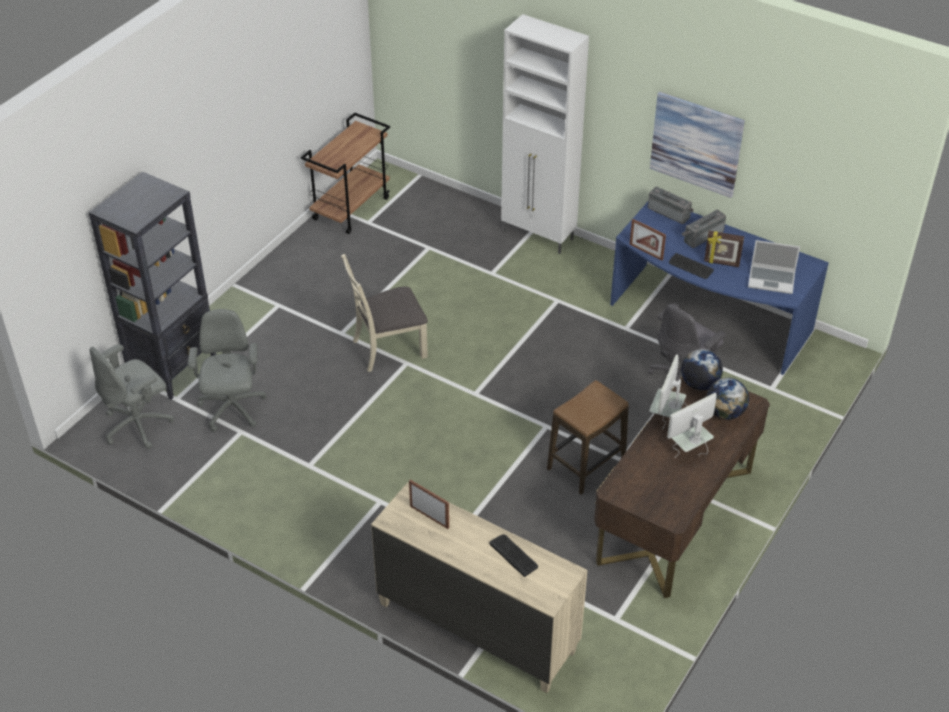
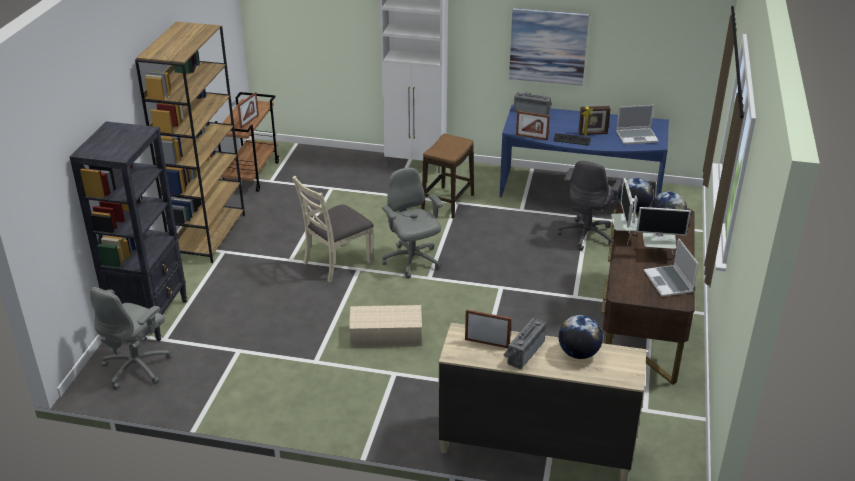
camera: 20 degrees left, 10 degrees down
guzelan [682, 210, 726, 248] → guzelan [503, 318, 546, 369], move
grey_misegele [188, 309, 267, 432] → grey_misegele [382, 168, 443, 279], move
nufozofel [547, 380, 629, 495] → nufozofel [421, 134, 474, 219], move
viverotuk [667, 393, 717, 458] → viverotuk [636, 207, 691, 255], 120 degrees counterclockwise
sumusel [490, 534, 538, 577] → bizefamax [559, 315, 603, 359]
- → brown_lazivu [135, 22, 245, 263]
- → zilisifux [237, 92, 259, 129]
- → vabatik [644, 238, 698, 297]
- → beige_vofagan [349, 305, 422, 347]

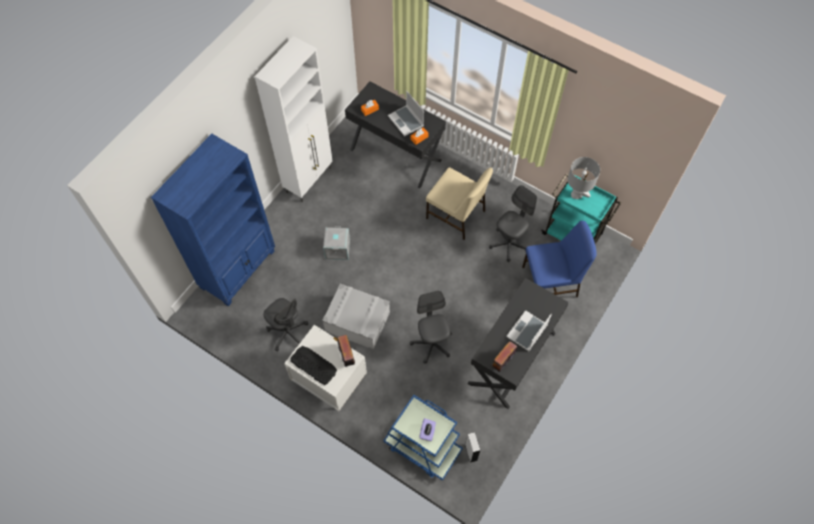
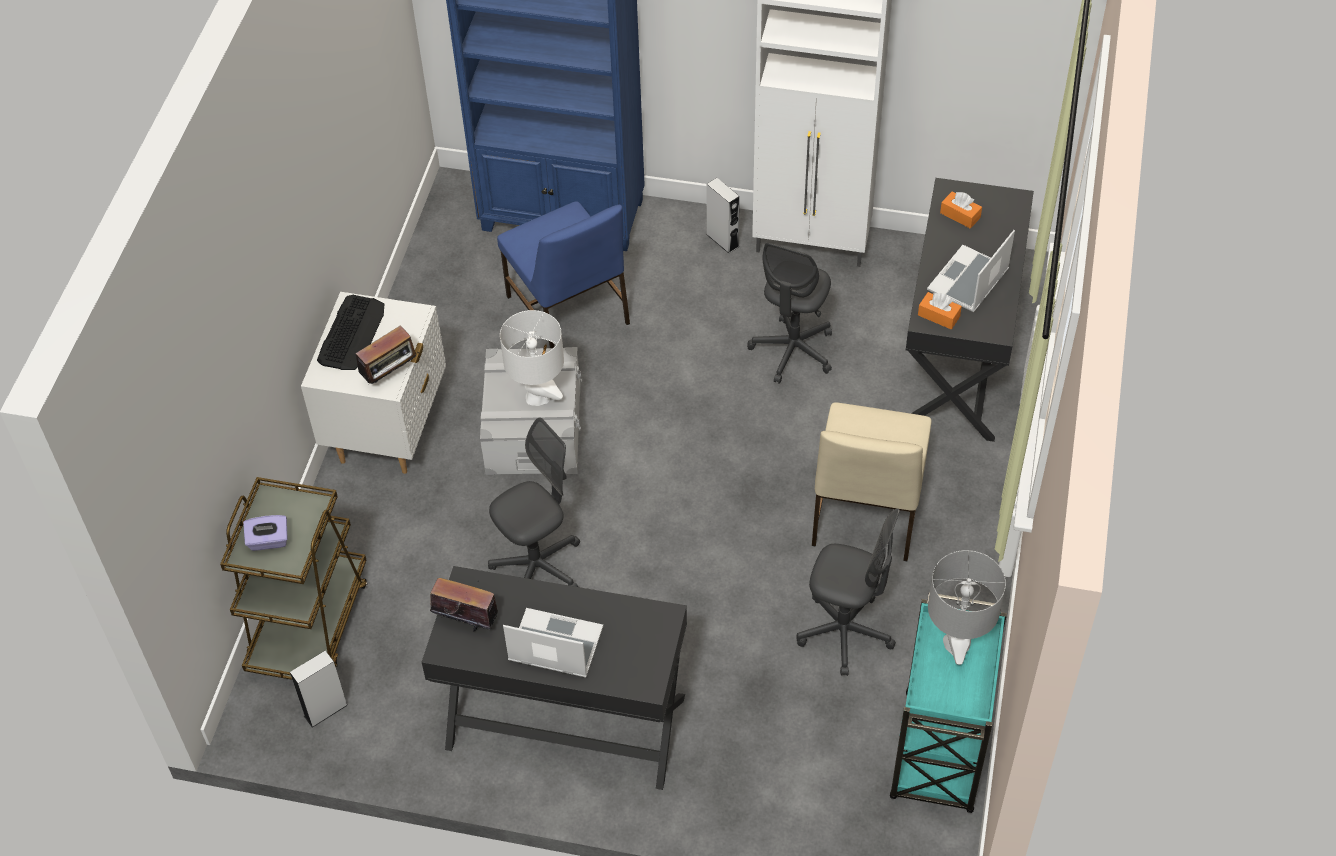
camera: 70 degrees right, 10 degrees down
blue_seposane [522, 221, 596, 297] → blue_seposane [497, 201, 630, 348], move
grey_vofagan [323, 226, 350, 260] → -
grey_misegele [263, 298, 308, 352] → grey_misegele [747, 243, 832, 384], move
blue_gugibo [383, 395, 463, 481] → brown_gugibo [220, 477, 368, 680]
- → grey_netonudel [706, 178, 739, 253]
- → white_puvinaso [500, 310, 564, 406]

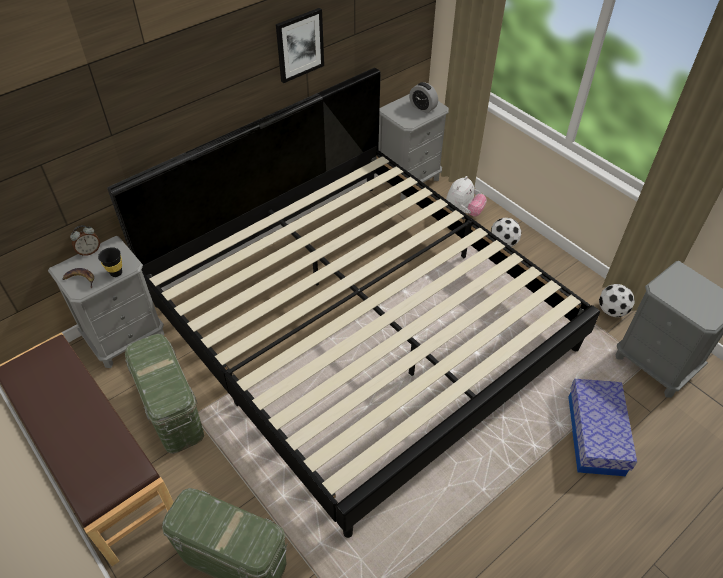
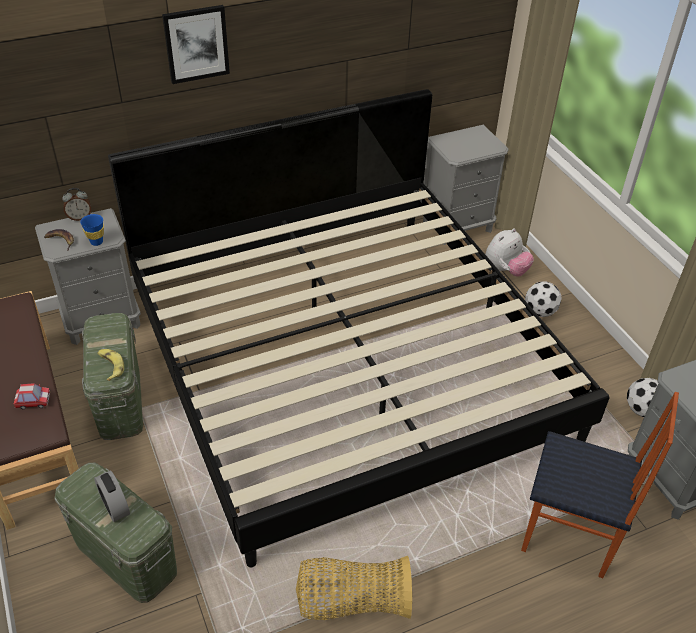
camera: 15 degrees right, 5 degrees down
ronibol [276, 8, 324, 83] → ronibol [162, 5, 230, 84], move
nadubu [409, 82, 438, 113] → nadubu [94, 470, 130, 522], move
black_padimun [98, 247, 122, 277] → blue_padimun [80, 214, 104, 246]
vofagan [568, 379, 637, 476] → seposane [521, 392, 679, 578]
- → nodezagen [97, 349, 124, 381]
- → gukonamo [14, 383, 50, 409]
- → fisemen [296, 556, 412, 620]

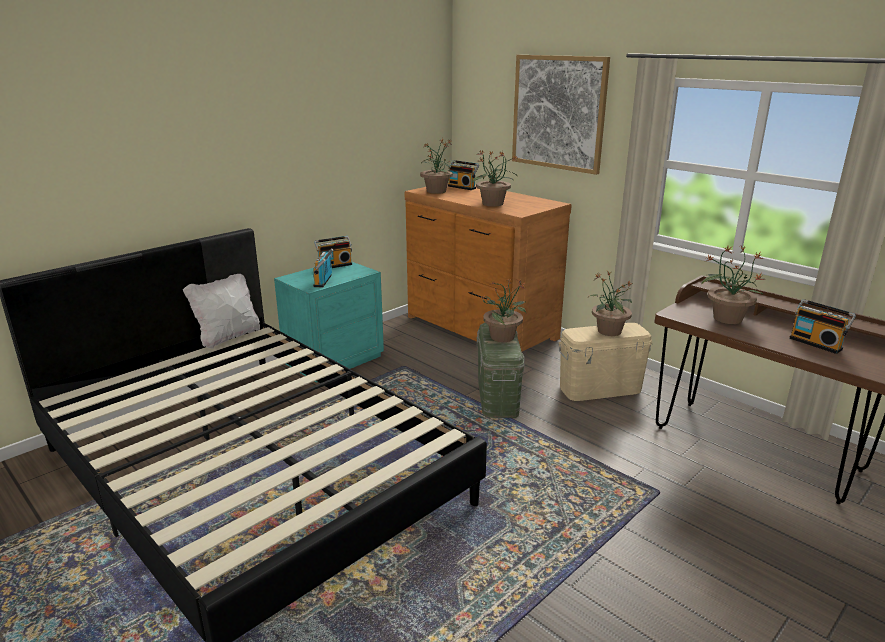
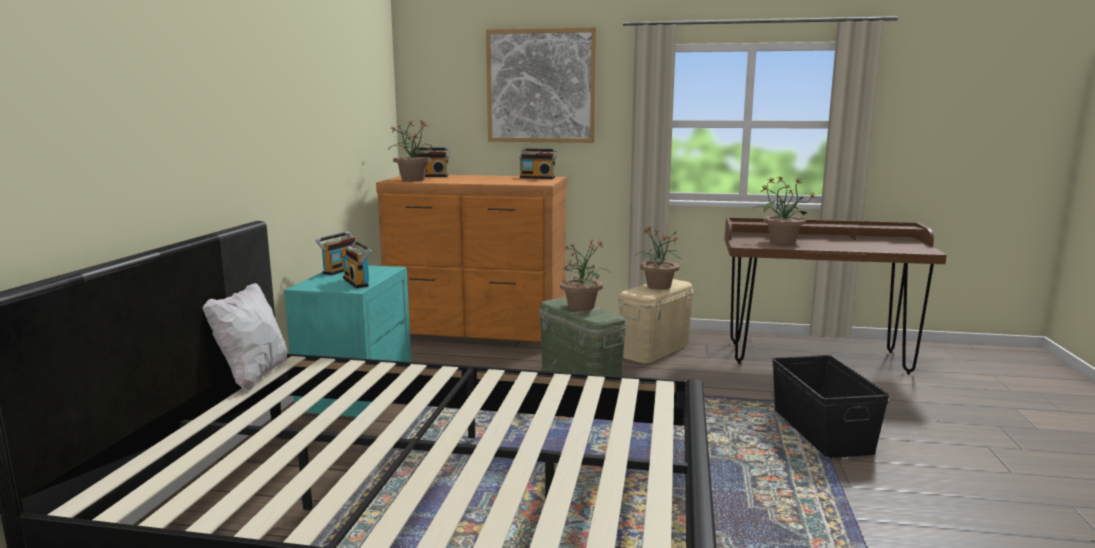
camera: 35 degrees left, 10 degrees down
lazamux [472, 150, 518, 206] → -
guzelan [789, 299, 856, 354] → guzelan [519, 148, 558, 179], move
- → black_vofagan [772, 355, 890, 458]

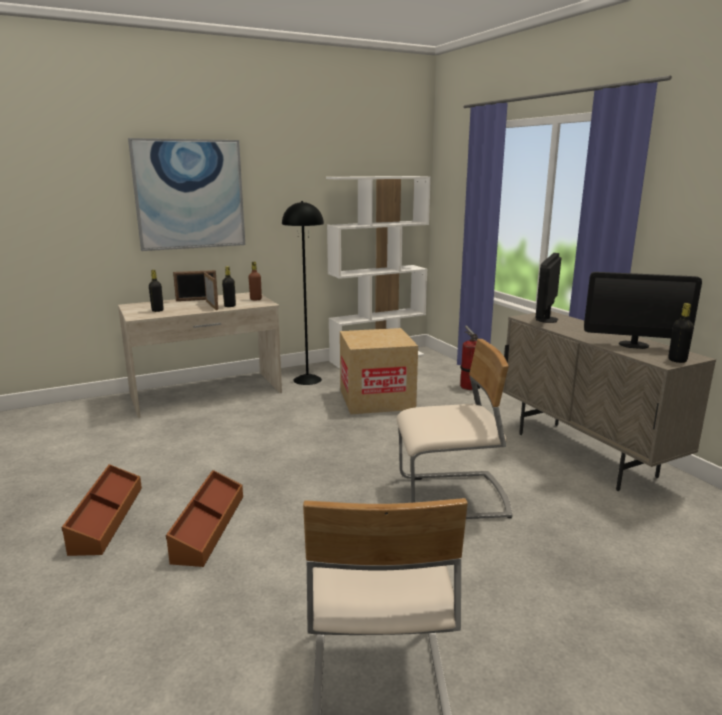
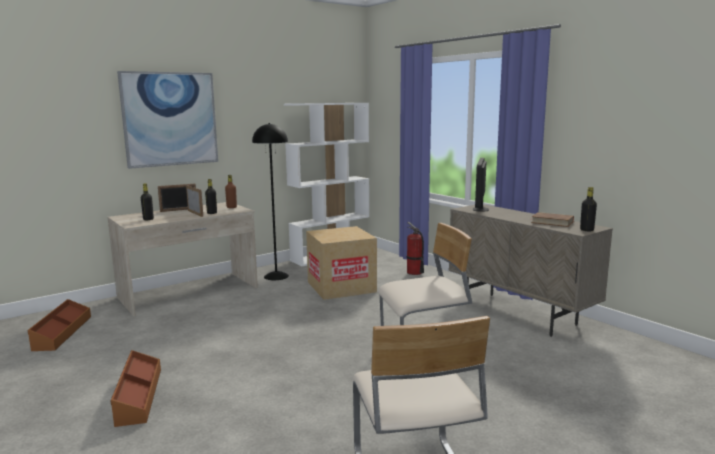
camera: 10 degrees left, 5 degrees down
viverotuk [584, 272, 702, 349] → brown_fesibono [531, 212, 574, 227]
brown_vofagan [166, 470, 243, 567] → brown_vofagan [27, 299, 91, 351], move

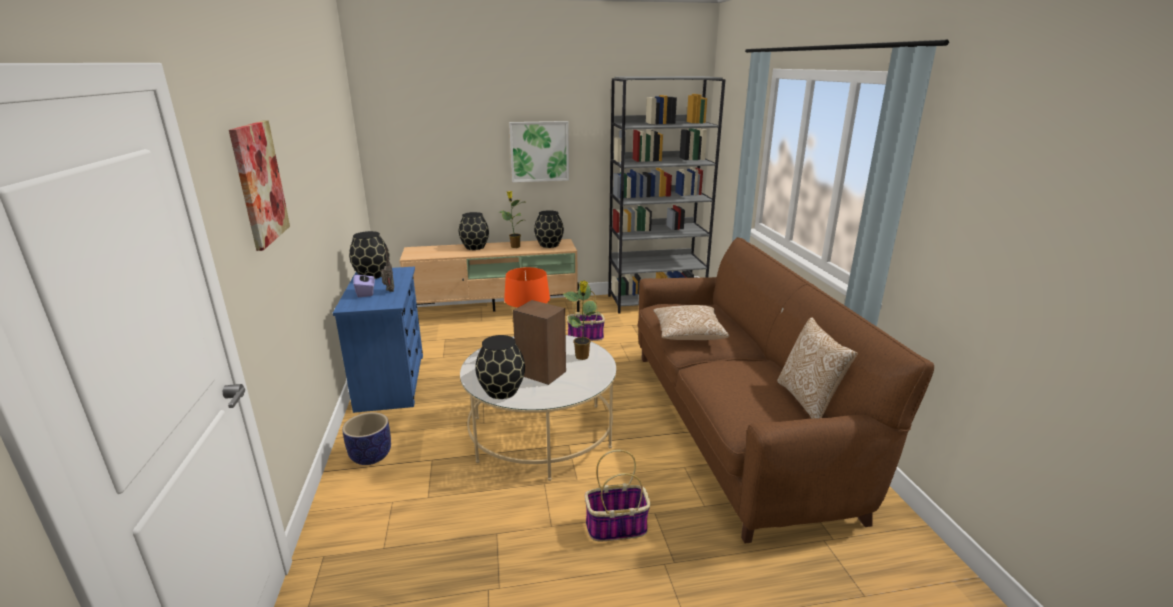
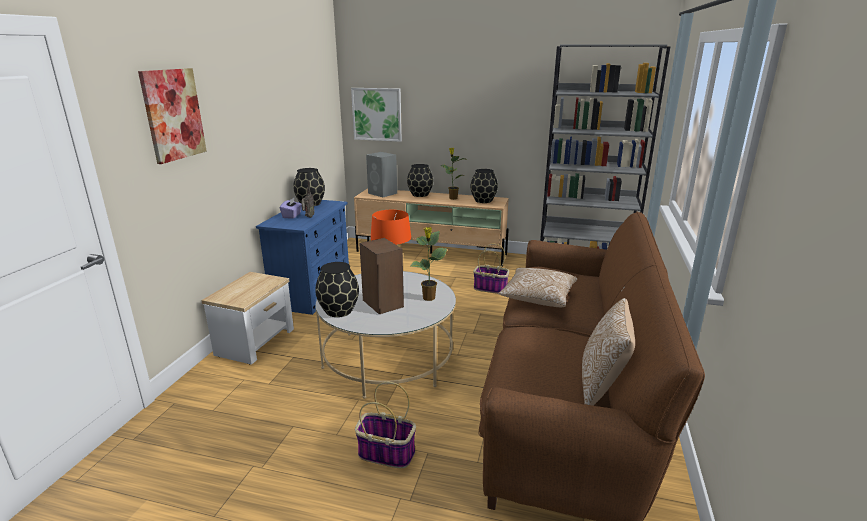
camera: 25 degrees right, 0 degrees up
ronibol [509, 121, 569, 182] → ronibol [351, 88, 402, 142], move
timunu [342, 412, 391, 465] → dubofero [201, 272, 294, 365]
- → grey_netonudel [366, 152, 397, 197]

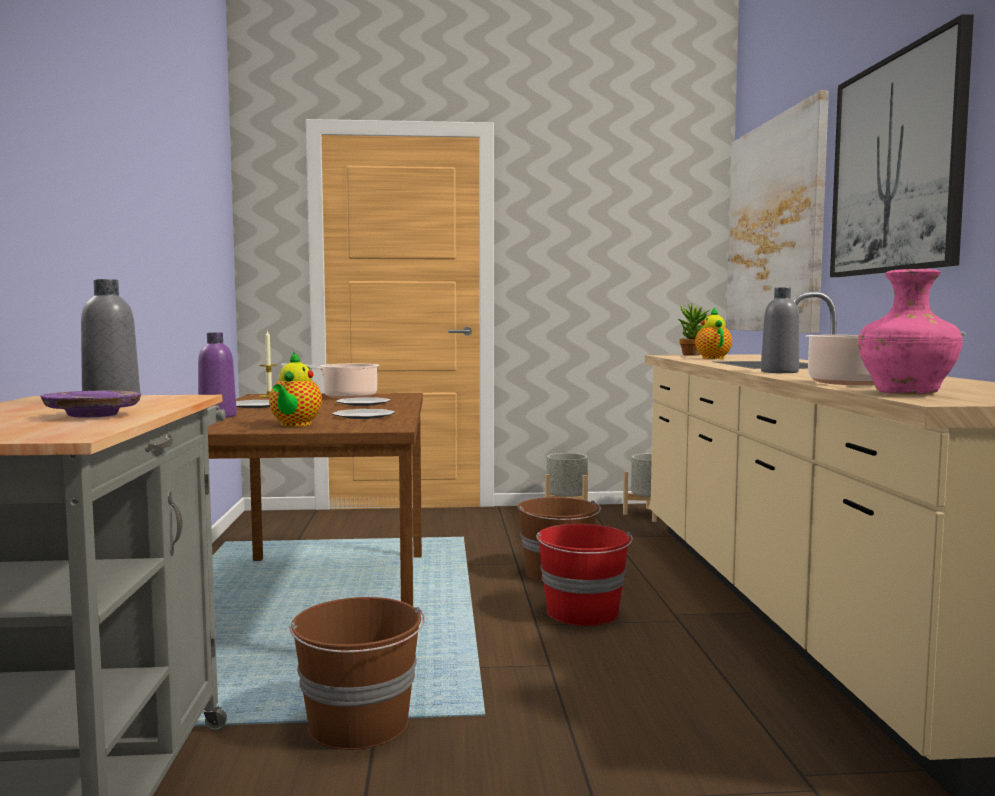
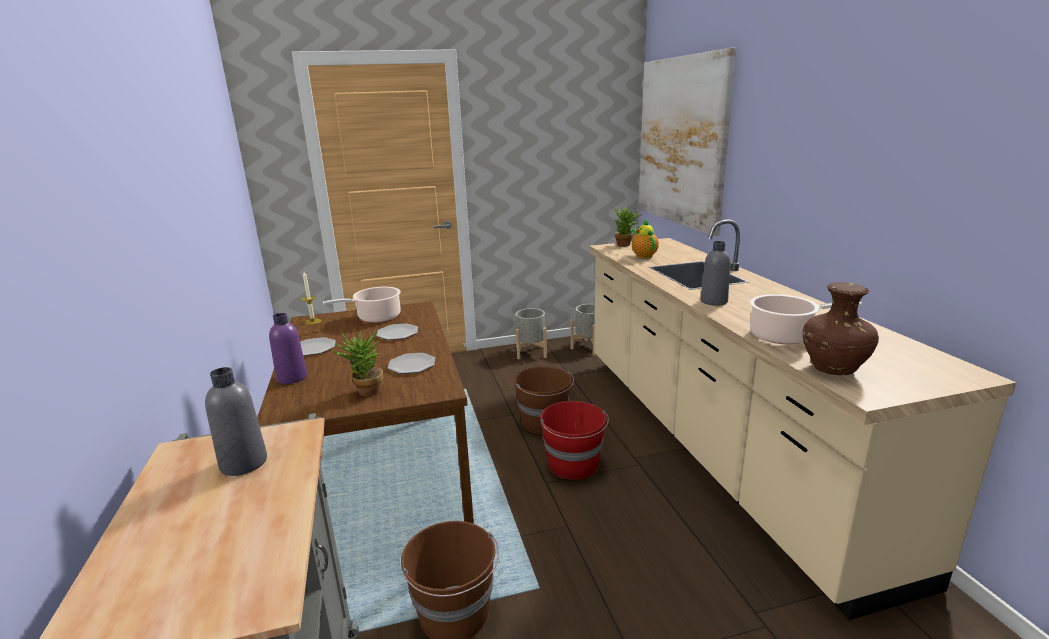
camera: 10 degrees left, 15 degrees up
ronibol [830, 14, 974, 277] → -
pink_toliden [858, 269, 963, 395] → brown_toliden [802, 282, 879, 375]
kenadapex [269, 351, 322, 427] → lazamux [332, 329, 383, 397]
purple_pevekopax [40, 391, 141, 418] → -

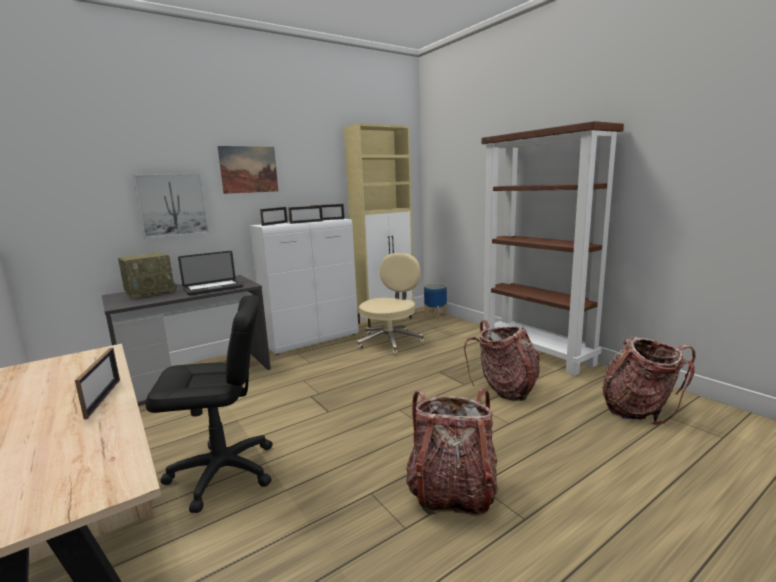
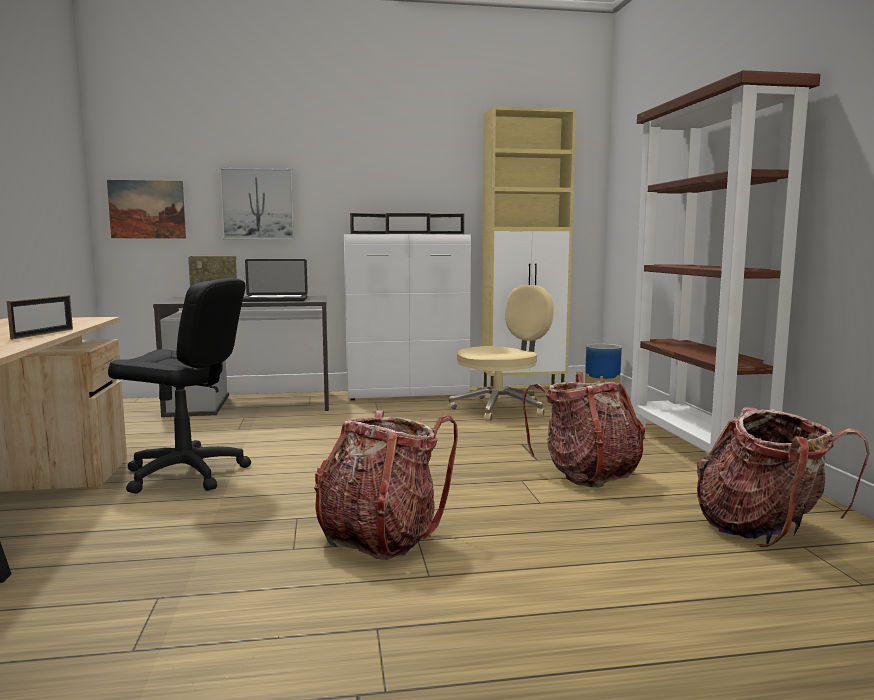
camera: 25 degrees right, 5 degrees down
ronibol [217, 146, 278, 194] → ronibol [107, 180, 186, 238], move

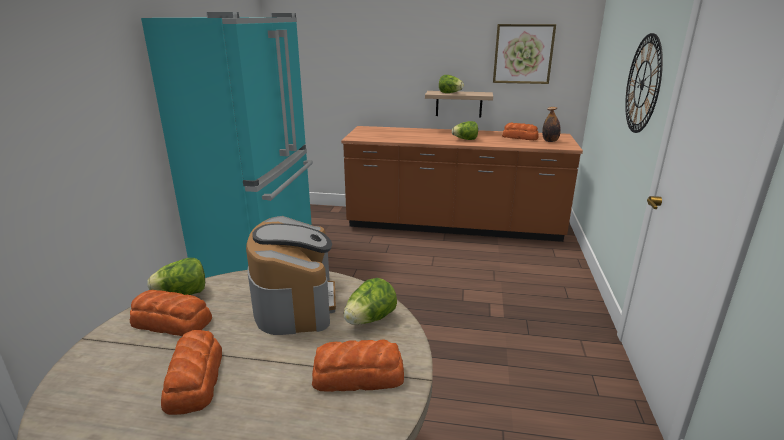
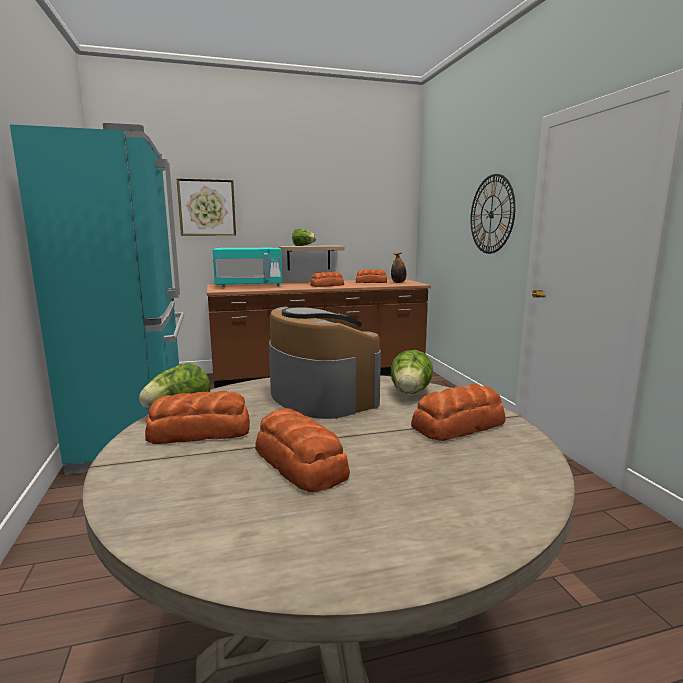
camera: 25 degrees left, 10 degrees down
ronibol [493, 24, 556, 84] → ronibol [177, 179, 236, 236], move
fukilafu [452, 121, 478, 140] → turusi [310, 272, 344, 287]
- → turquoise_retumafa [213, 248, 282, 287]

